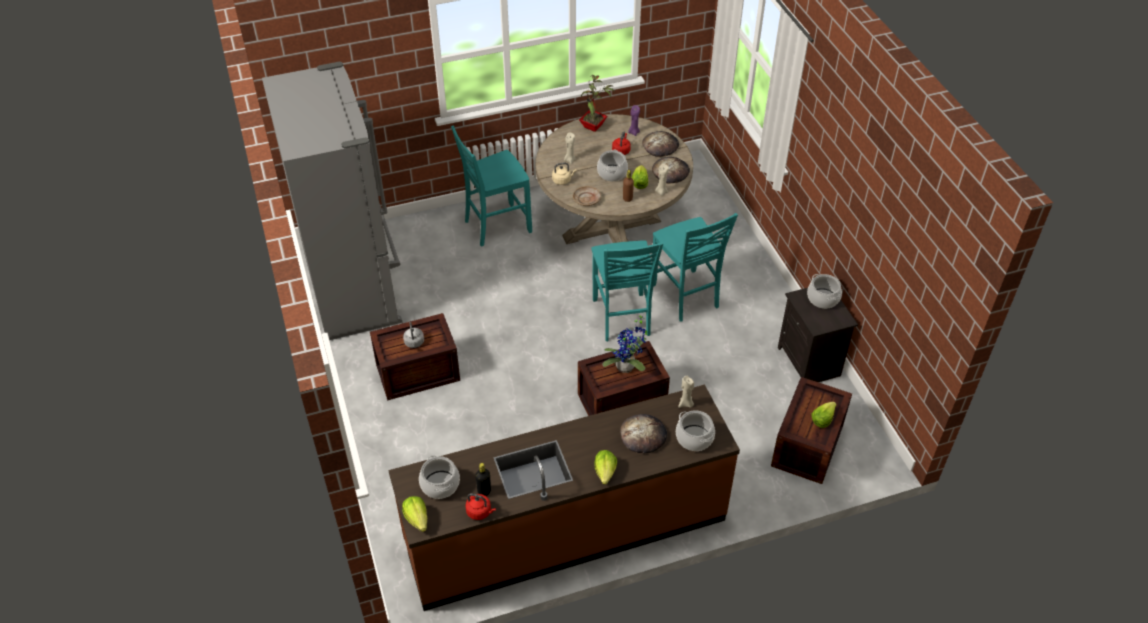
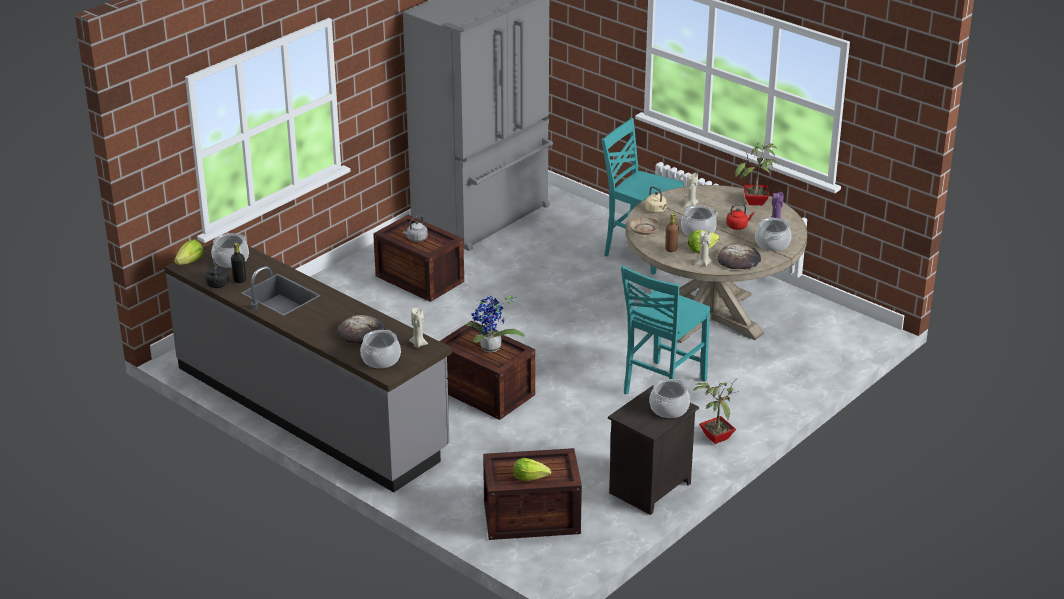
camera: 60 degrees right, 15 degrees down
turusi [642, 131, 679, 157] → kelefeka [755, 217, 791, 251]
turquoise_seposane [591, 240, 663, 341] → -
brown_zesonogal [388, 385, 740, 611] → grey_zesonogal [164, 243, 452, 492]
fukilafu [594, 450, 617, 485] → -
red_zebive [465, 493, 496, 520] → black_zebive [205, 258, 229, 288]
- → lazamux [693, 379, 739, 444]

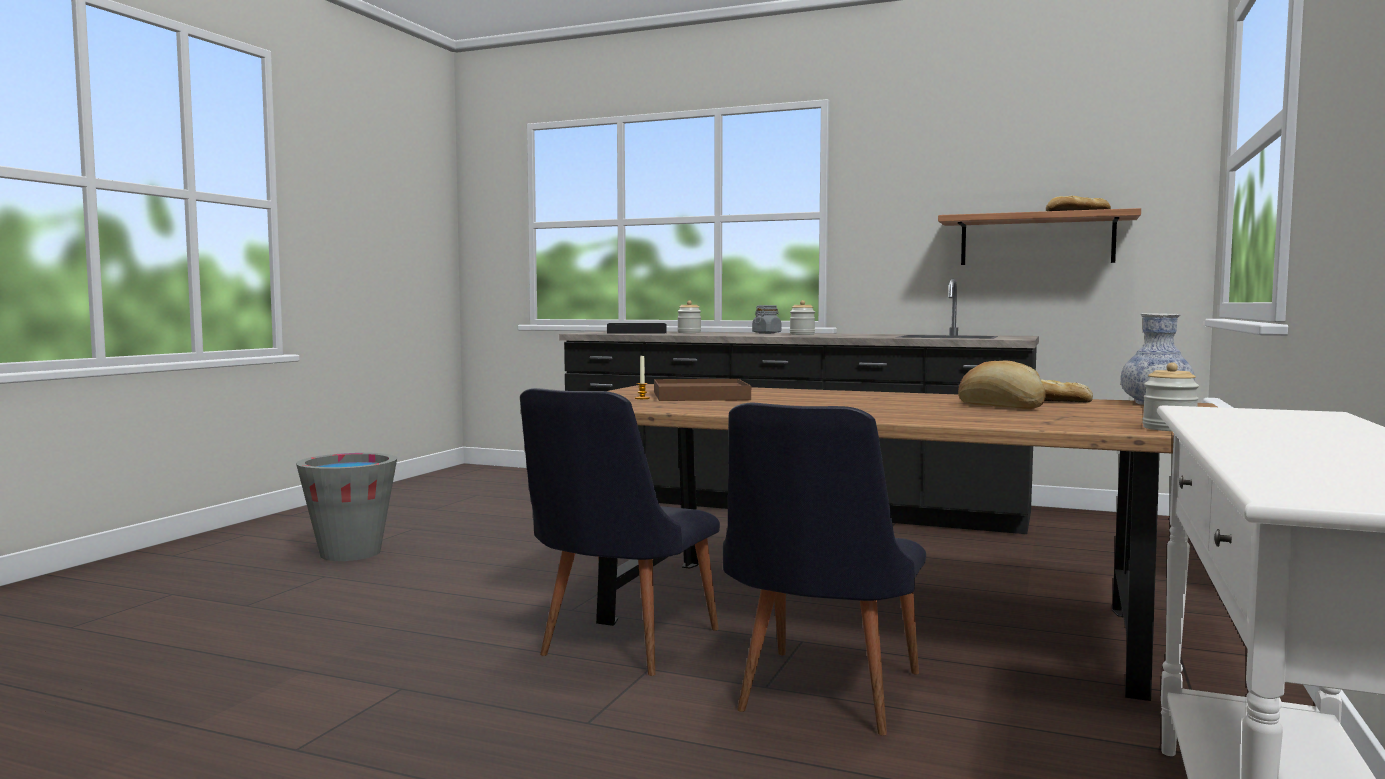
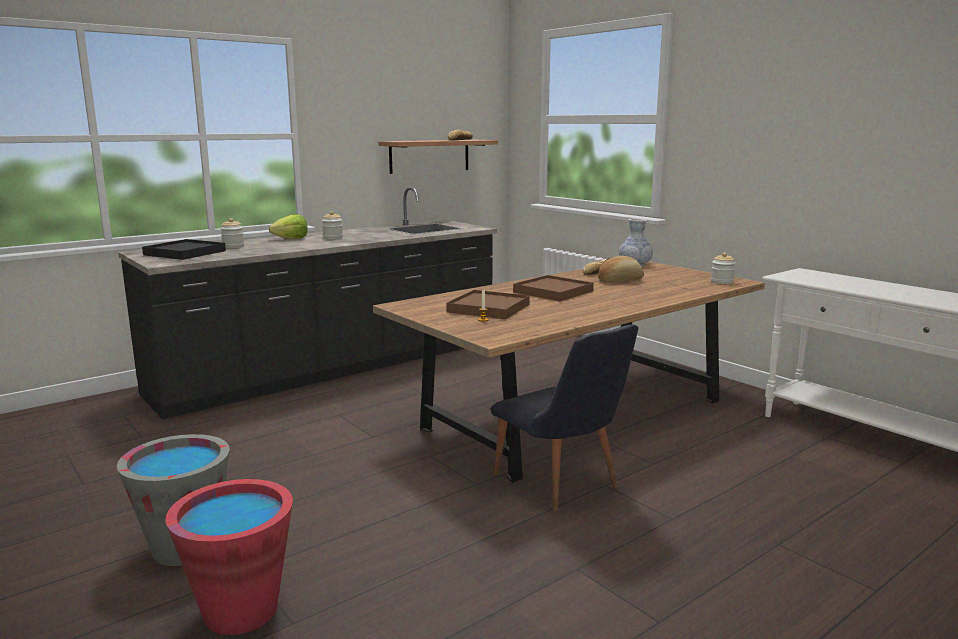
camera: 60 degrees left, 10 degrees up
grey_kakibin [752, 305, 781, 334] → fukilafu [269, 215, 307, 239]
black_seposane [723, 403, 926, 736] → -
- → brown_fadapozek [513, 275, 594, 301]
- → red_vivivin [165, 479, 293, 635]

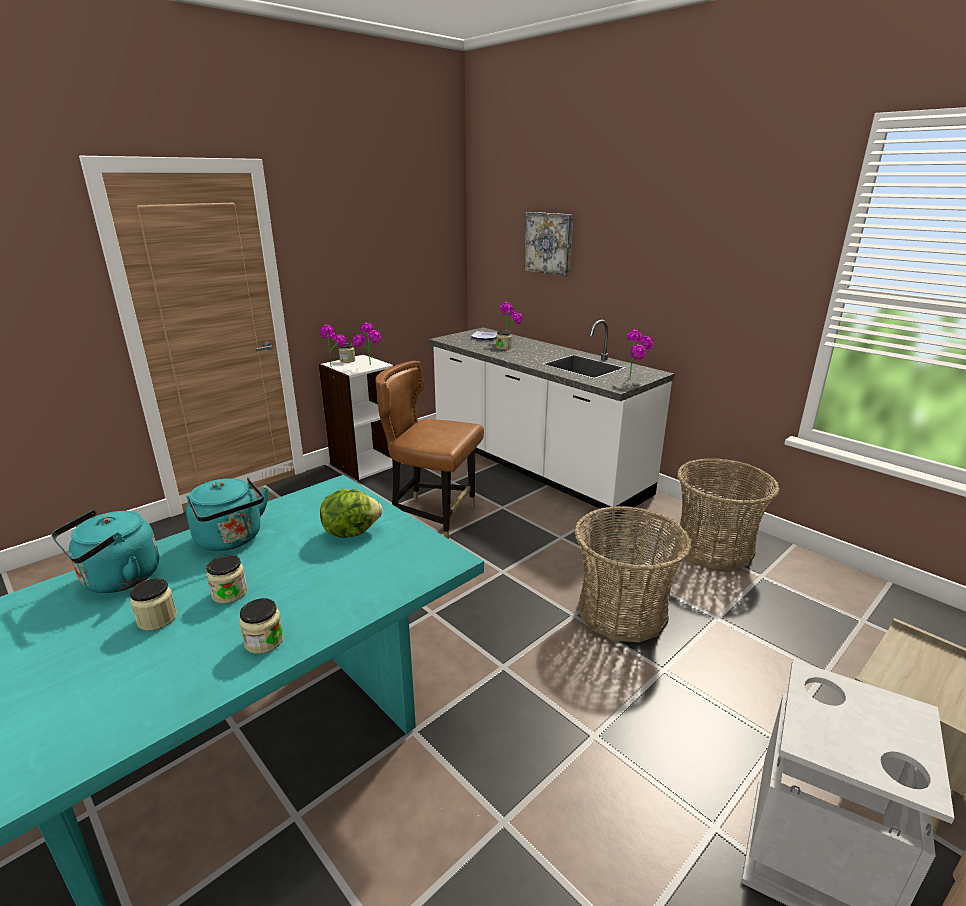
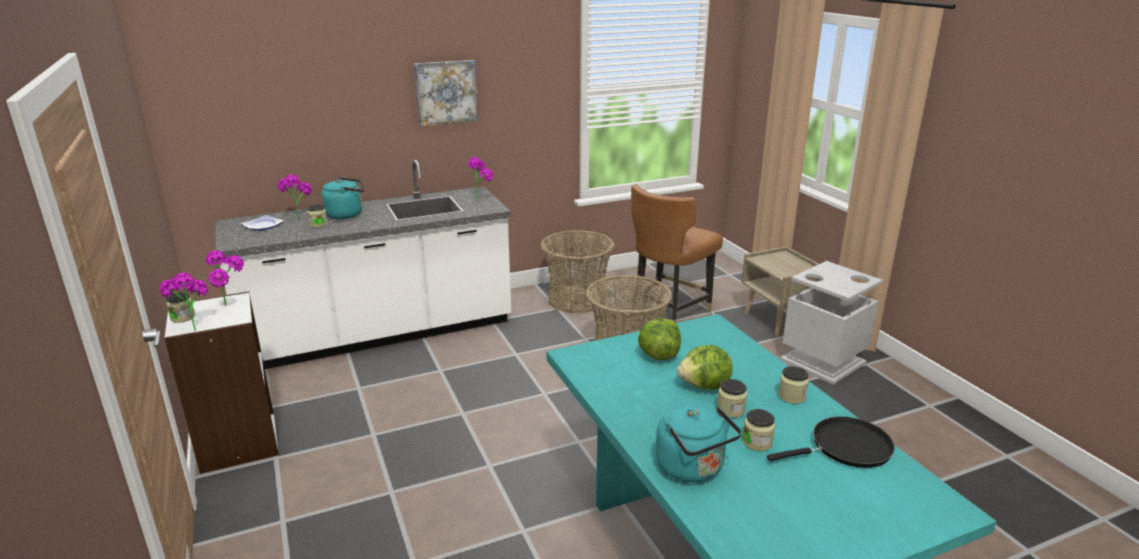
camera: 70 degrees left, 0 degrees up
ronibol [524, 212, 573, 276] → ronibol [414, 60, 478, 126], move
brown_seposane [375, 361, 484, 539] → brown_seposane [630, 184, 723, 323], move
turquoise_zebive [186, 477, 268, 551] → turquoise_zebive [321, 177, 364, 219], move
- → fukilafu [677, 345, 733, 390]
- → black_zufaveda [767, 416, 895, 468]

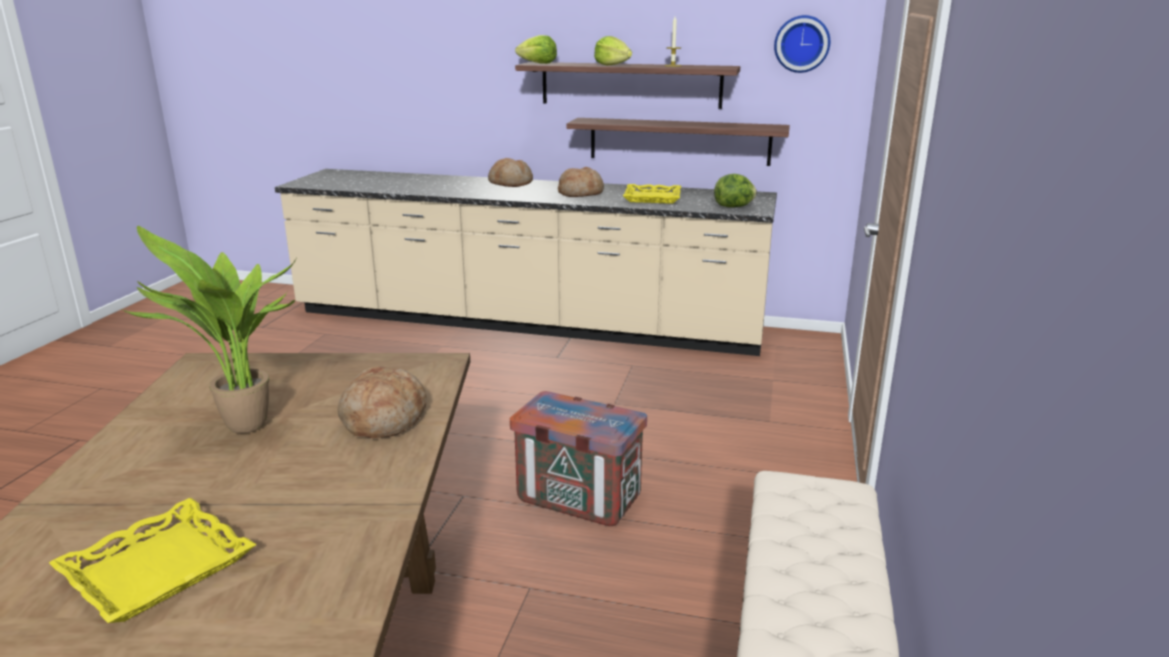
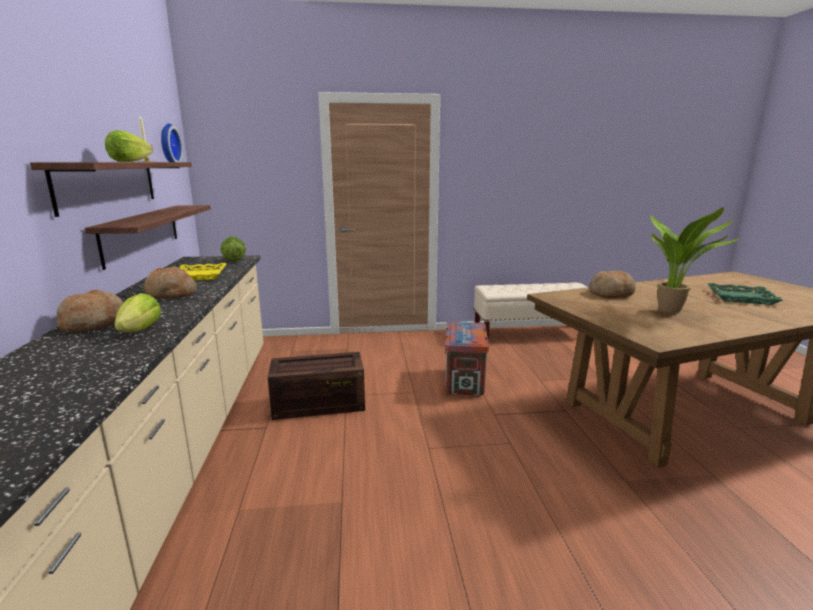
camera: 110 degrees left, 5 degrees down
fukilafu [515, 35, 557, 64] → fukilafu [114, 293, 161, 332], move
yellow_fadapozek [49, 498, 257, 623] → green_fadapozek [708, 283, 783, 305]
- → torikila [268, 352, 365, 420]

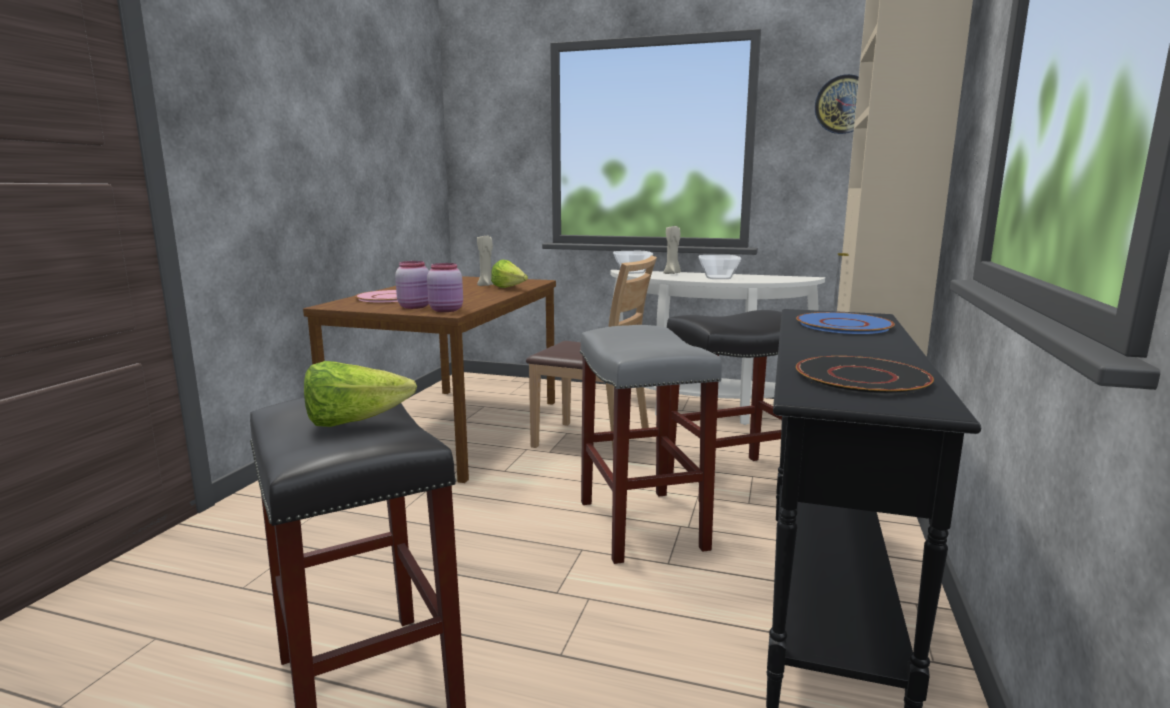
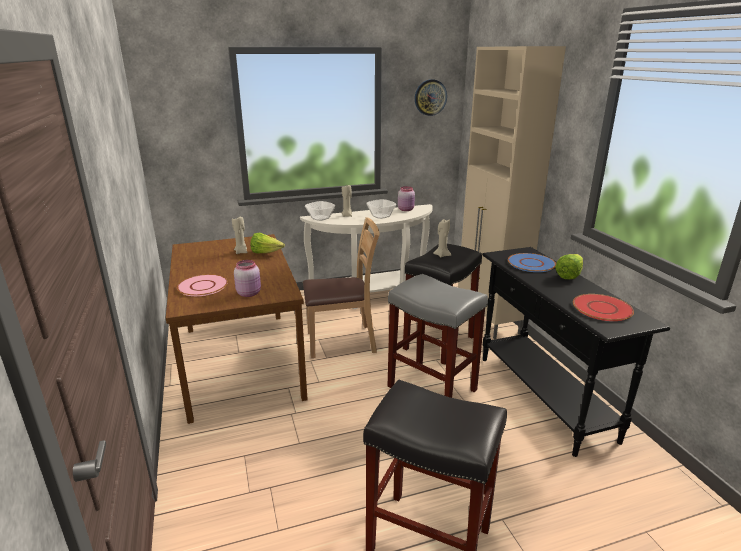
camera: 35 degrees left, 10 degrees up
pink_kakibin [427, 263, 463, 312] → pink_kakibin [398, 186, 415, 211], move
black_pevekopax [796, 356, 934, 395] → red_pevekopax [573, 294, 634, 321]
fukilafu [304, 361, 417, 427] → fukilafu [555, 254, 583, 279], move
- → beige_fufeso [433, 219, 451, 258]

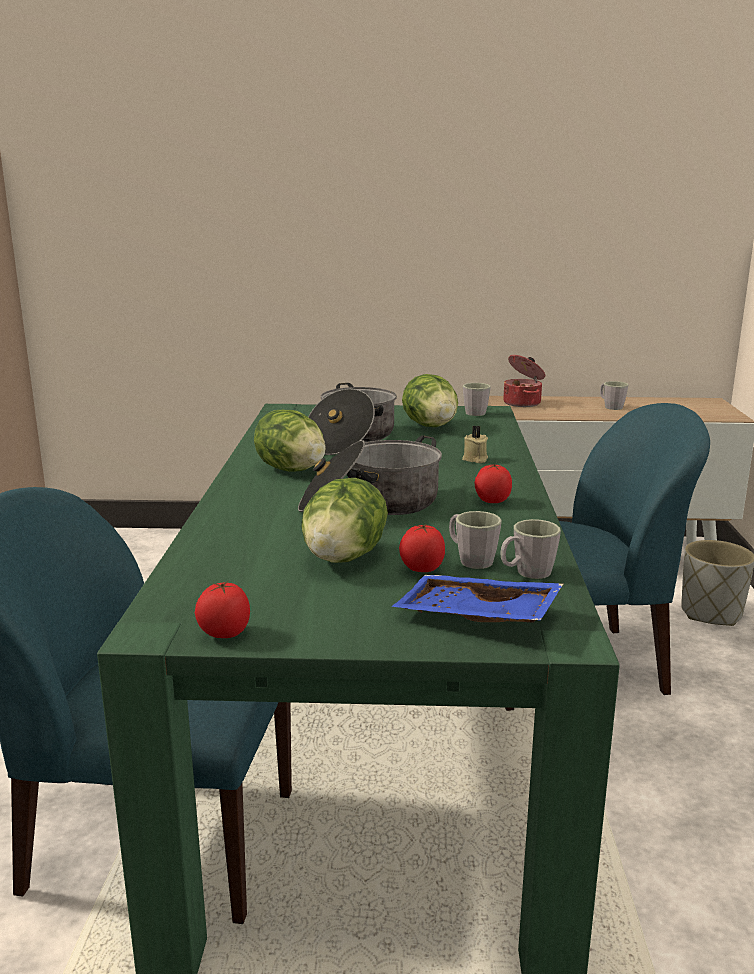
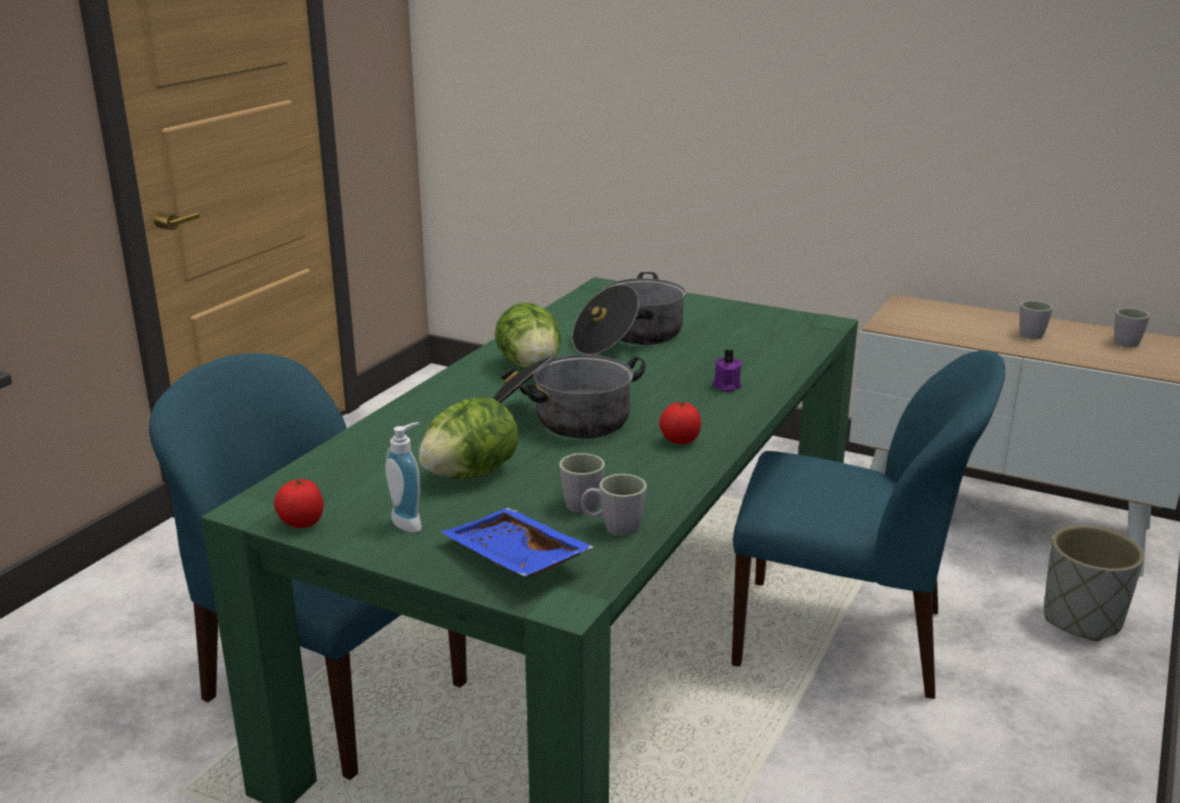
camera: 25 degrees right, 5 degrees up
kelefeka [503, 355, 545, 407] → -
fukilafu [402, 374, 458, 427] → -
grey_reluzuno [463, 383, 491, 416] → grey_reluzuno [1114, 308, 1150, 347], move
beige_fufeso [462, 426, 488, 463] → purple_fufeso [713, 349, 742, 392]
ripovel [399, 524, 445, 572] → -
- → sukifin [385, 422, 422, 533]

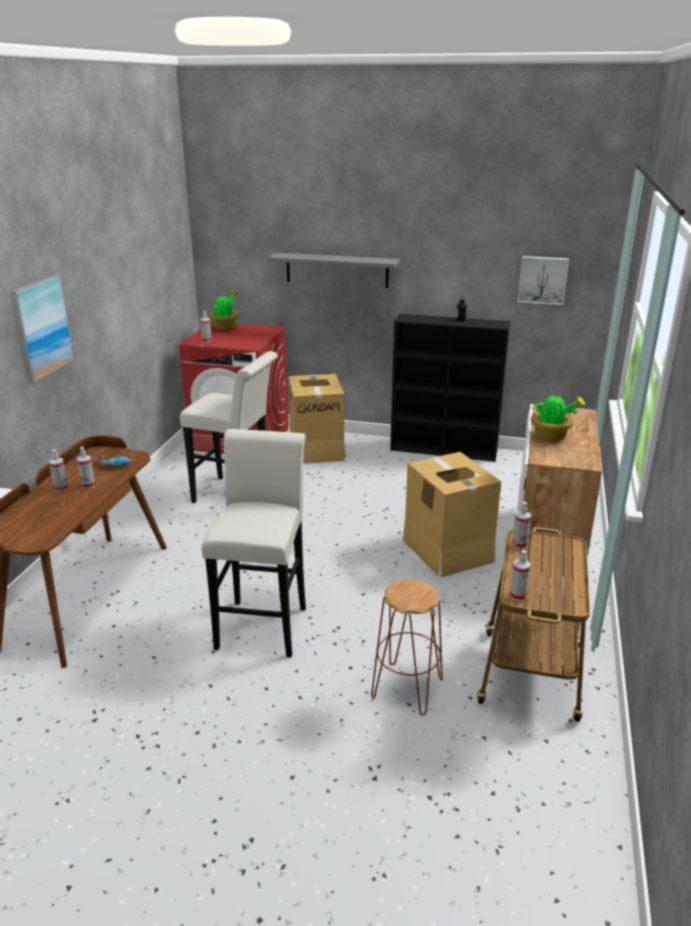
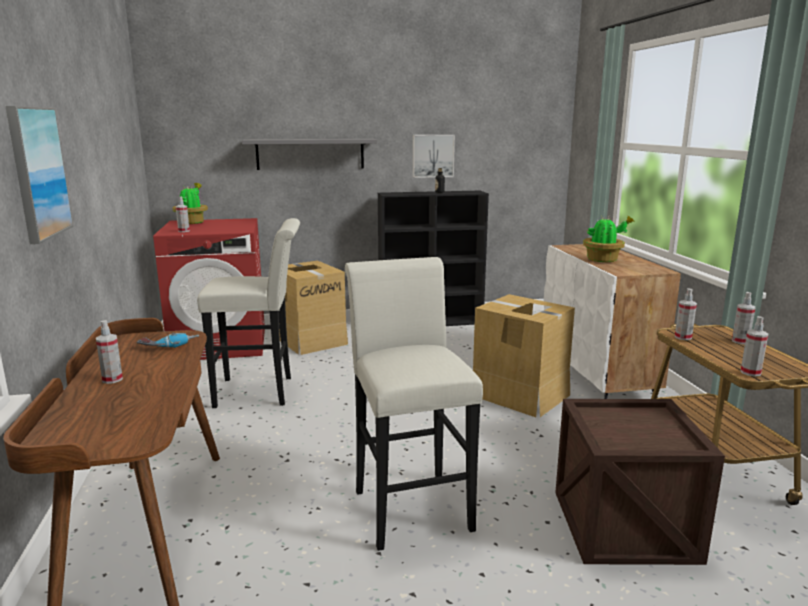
camera: 25 degrees left, 10 degrees down
ronibol [517, 256, 569, 305] → ronibol [413, 135, 455, 178], move
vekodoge [77, 447, 95, 489] → vekodoge [732, 292, 755, 344], move
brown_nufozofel [371, 579, 443, 716] → torikila [555, 399, 725, 565]

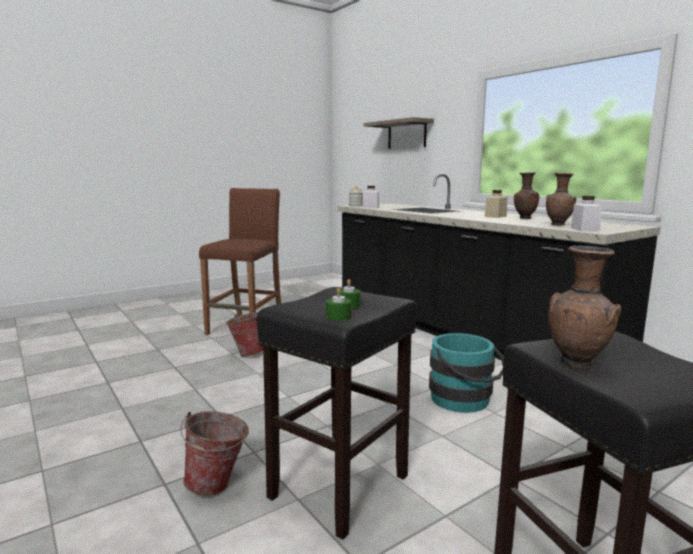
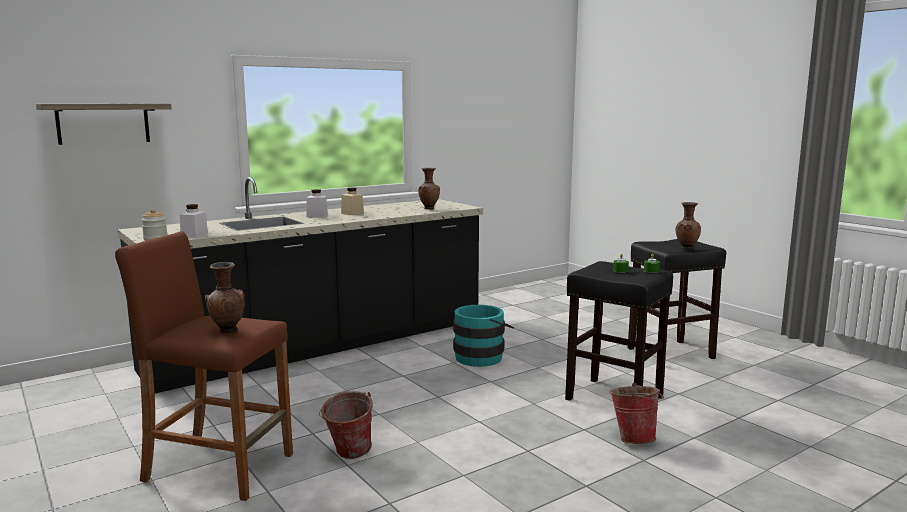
camera: 90 degrees left, 0 degrees up
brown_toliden [514, 172, 539, 219] → brown_toliden [205, 262, 245, 333], move
white_kakibin [571, 196, 602, 231] → white_kakibin [306, 189, 328, 217], move

